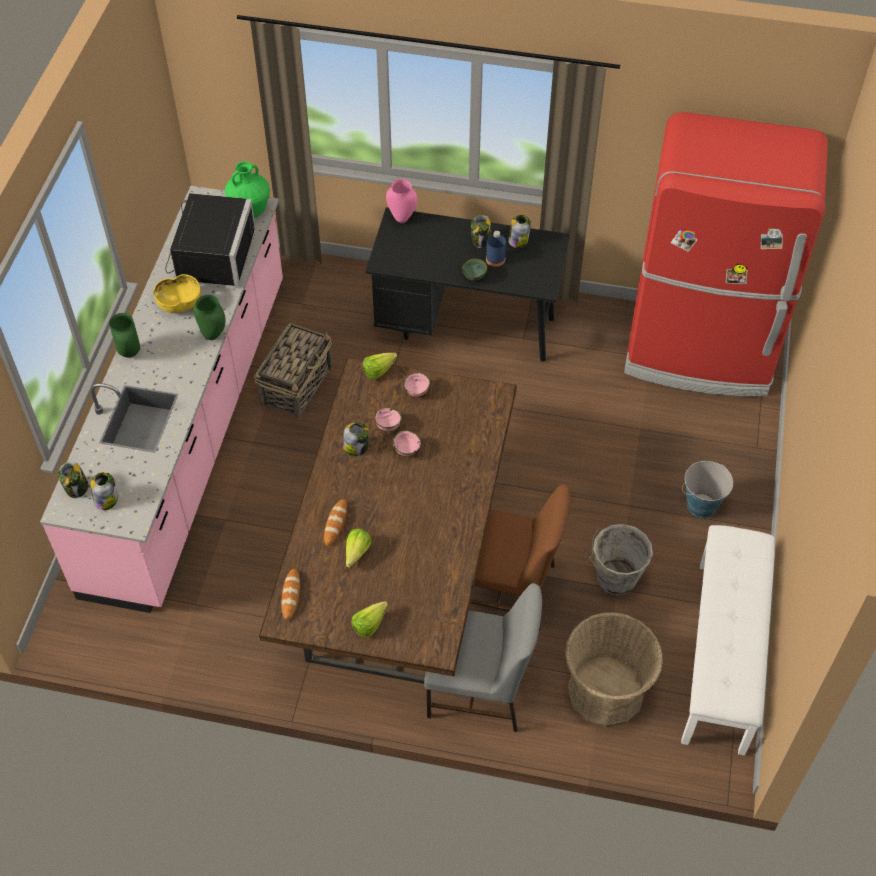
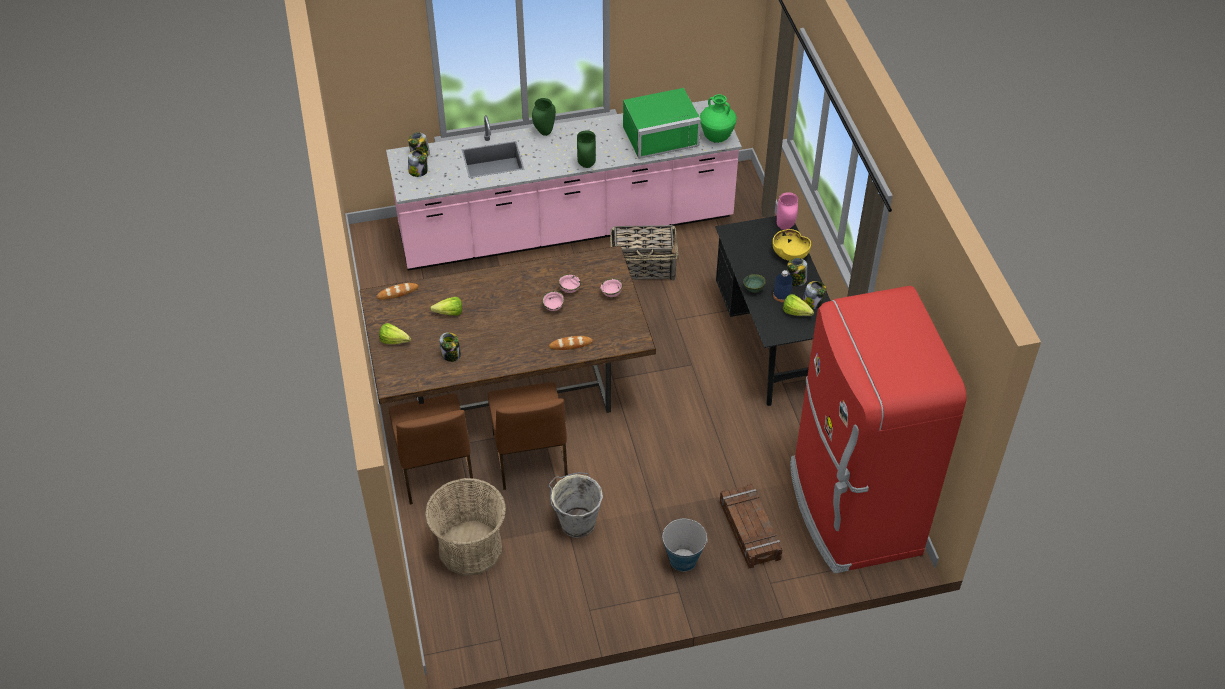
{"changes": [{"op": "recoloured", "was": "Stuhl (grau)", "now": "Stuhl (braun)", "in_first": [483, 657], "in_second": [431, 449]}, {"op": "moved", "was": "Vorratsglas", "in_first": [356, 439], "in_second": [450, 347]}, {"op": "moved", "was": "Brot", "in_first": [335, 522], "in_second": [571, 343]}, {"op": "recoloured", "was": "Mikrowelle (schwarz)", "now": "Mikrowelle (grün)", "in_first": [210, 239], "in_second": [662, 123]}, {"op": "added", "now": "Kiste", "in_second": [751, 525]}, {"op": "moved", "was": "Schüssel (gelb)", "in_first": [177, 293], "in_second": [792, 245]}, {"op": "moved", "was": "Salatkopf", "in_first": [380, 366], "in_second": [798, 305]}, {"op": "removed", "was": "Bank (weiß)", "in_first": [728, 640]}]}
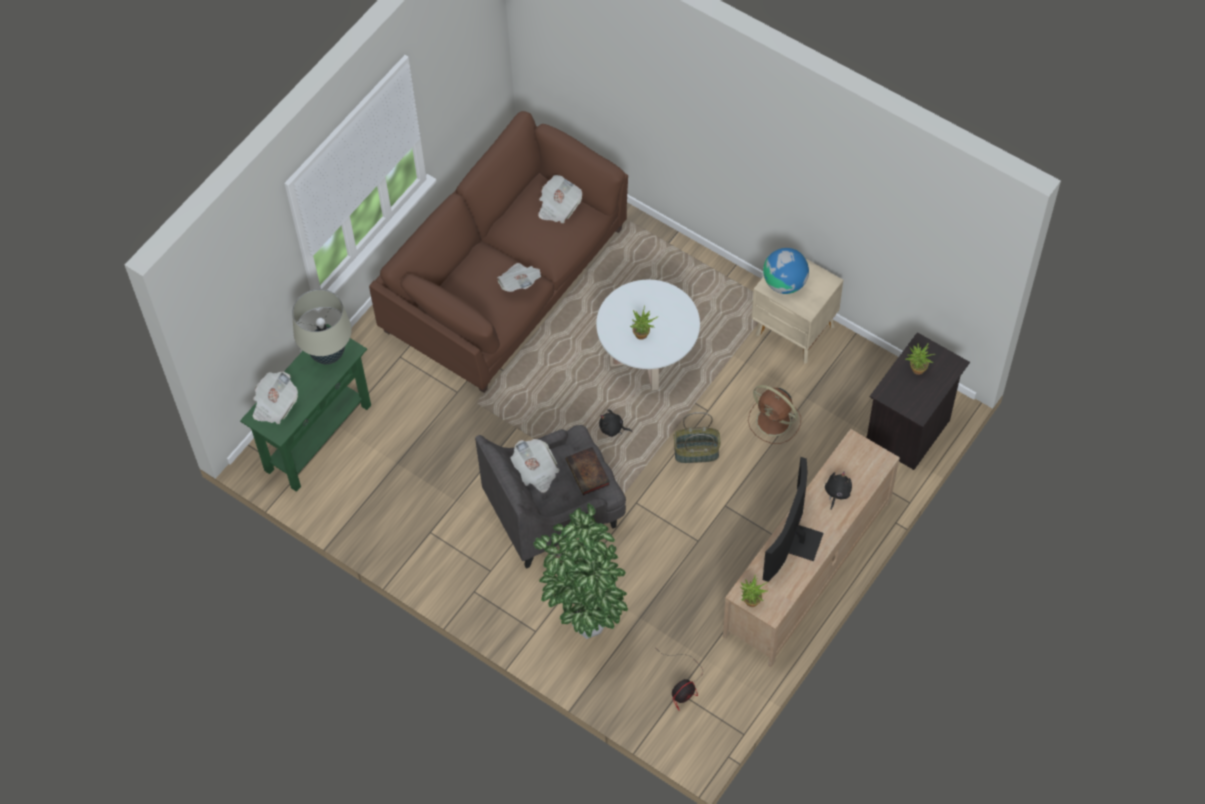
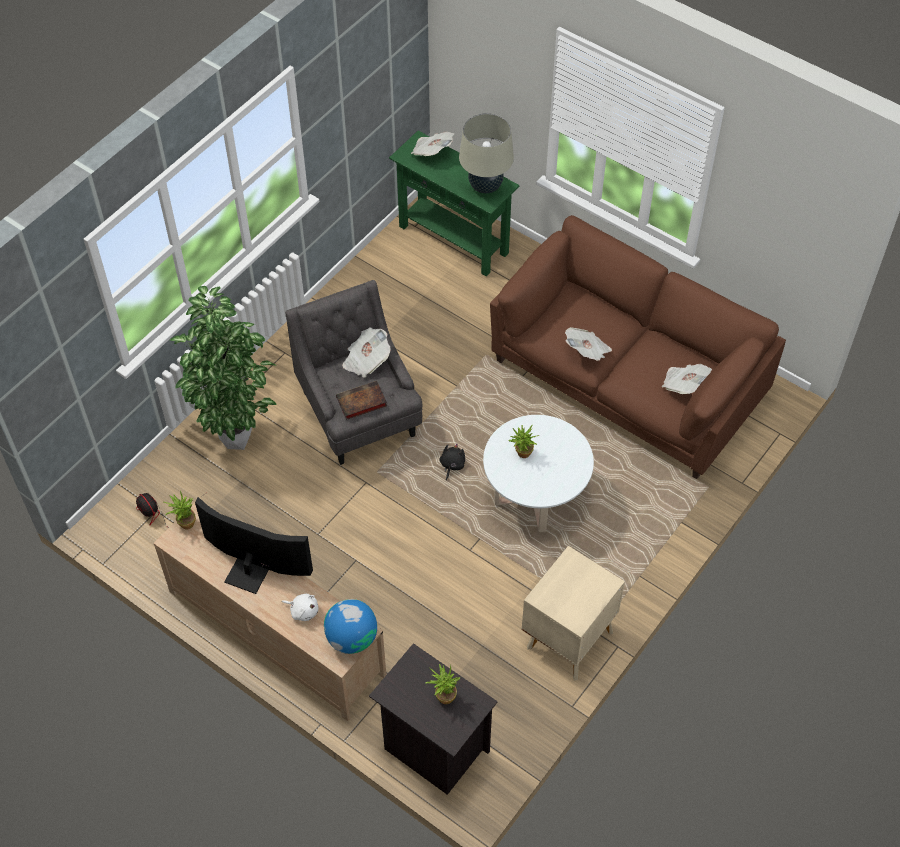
{"changes": [{"op": "recoloured", "was": "Plüschtier (schwarz)", "now": "Plüschtier (weiß)", "in_first": [838, 490], "in_second": [300, 607]}, {"op": "moved", "was": "Globus", "in_first": [786, 271], "in_second": [350, 626]}, {"op": "removed", "was": "Korb", "in_first": [697, 437]}, {"op": "removed", "was": "Ventilator (braun)", "in_first": [774, 414]}]}
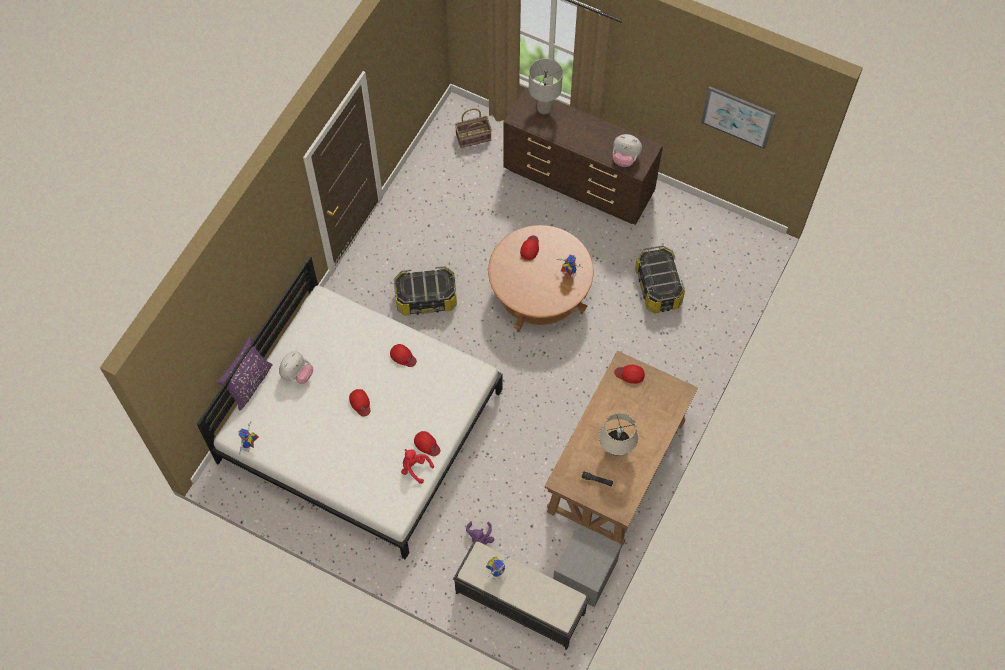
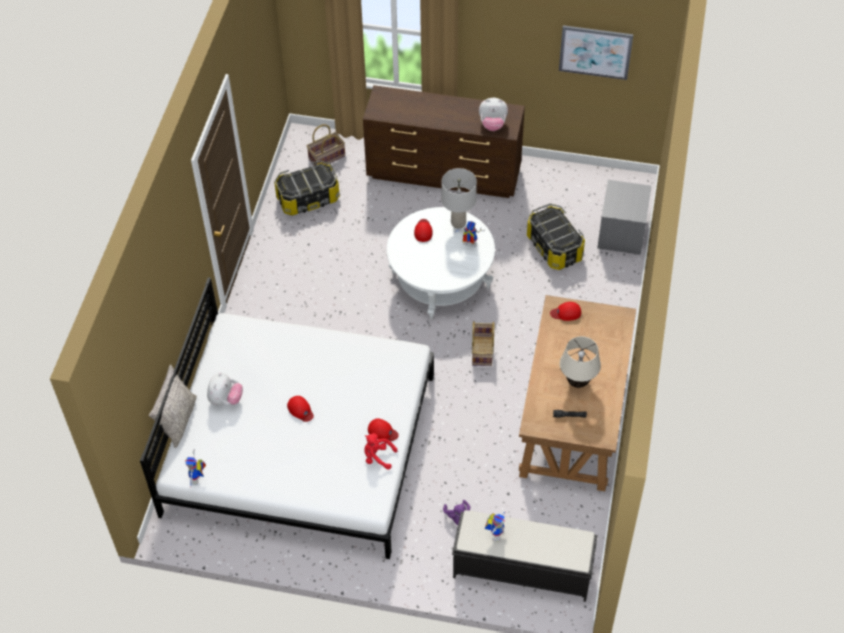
{"changes": [{"op": "recoloured", "was": "Kissen (lila)", "now": "Kissen (grau)", "in_first": [244, 373], "in_second": [173, 406]}, {"op": "moved", "was": "Aufbewahrungsbox", "in_first": [425, 291], "in_second": [307, 188]}, {"op": "recoloured", "was": "Couchtisch (braun)", "now": "Couchtisch (weiß)", "in_first": [541, 278], "in_second": [441, 263]}, {"op": "moved", "was": "Tischlampe (grau)", "in_first": [546, 86], "in_second": [459, 198]}, {"op": "added", "now": "Korb", "in_second": [483, 343]}, {"op": "moved", "was": "Nachttisch (grau)", "in_first": [587, 565], "in_second": [624, 217]}, {"op": "removed", "was": "Kappe (rot)", "in_first": [403, 355]}]}
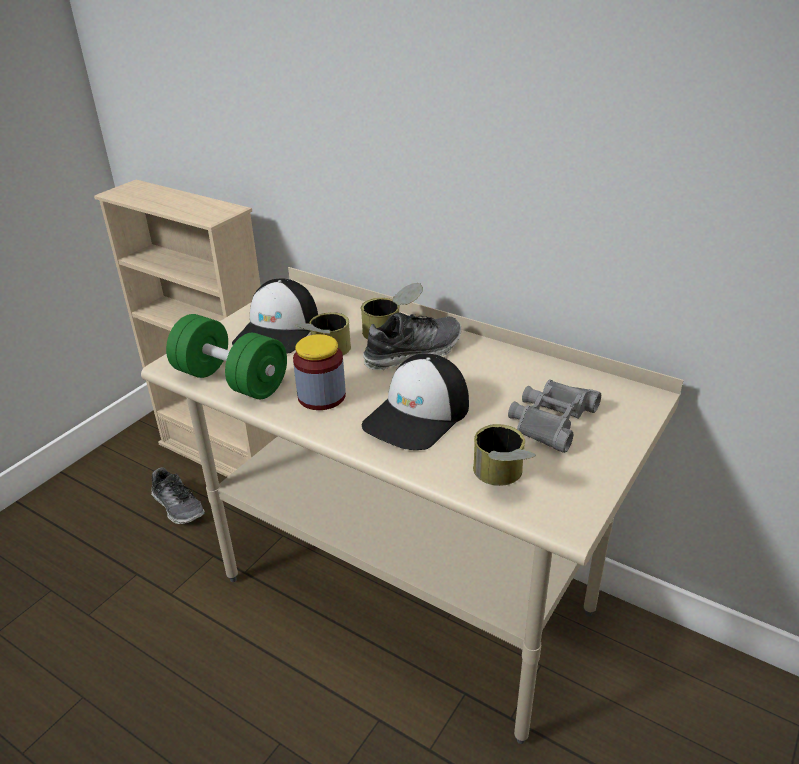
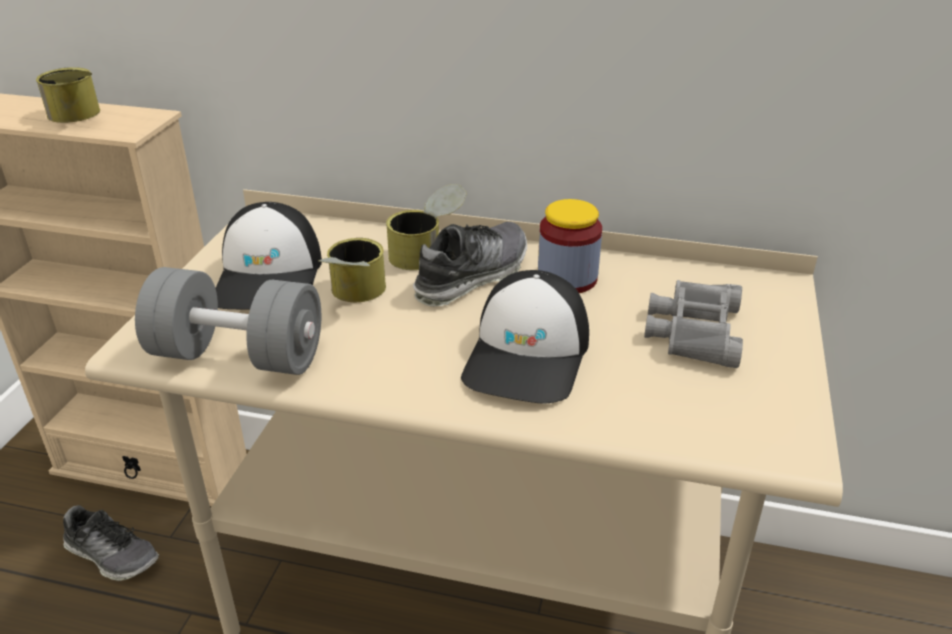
{"changes": [{"op": "moved", "was": "Dose", "in_first": [504, 455], "in_second": [68, 95]}, {"op": "recoloured", "was": "Hantel (grün)", "now": "Hantel (grau)", "in_first": [226, 356], "in_second": [228, 321]}, {"op": "moved", "was": "Vorratsglas", "in_first": [319, 372], "in_second": [570, 246]}]}
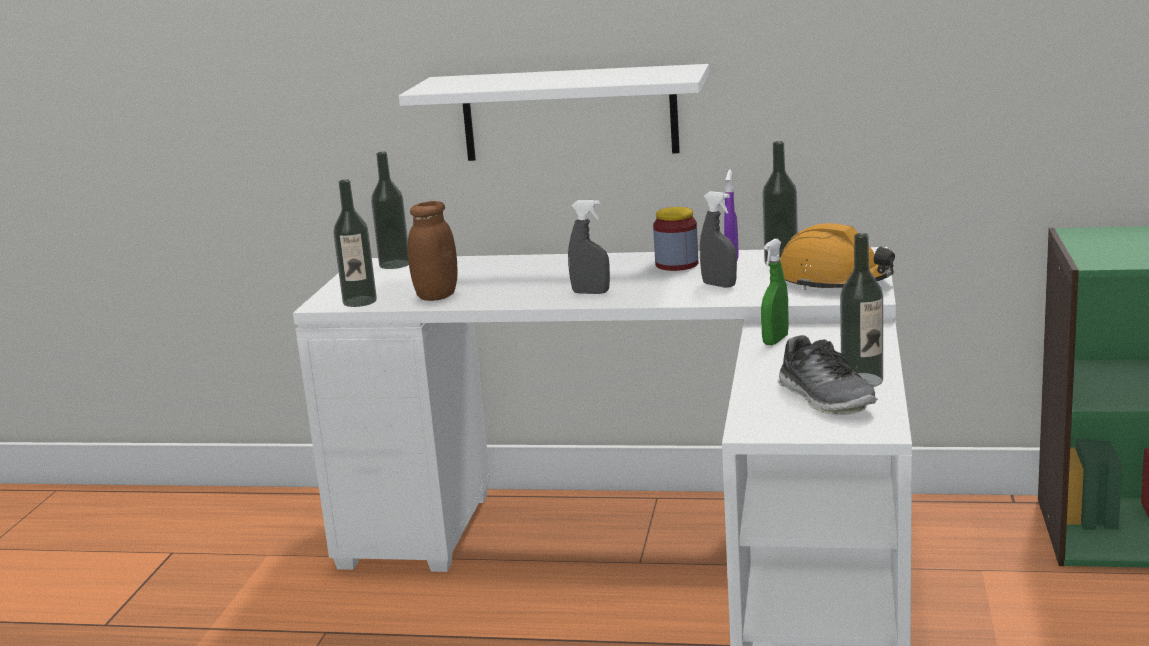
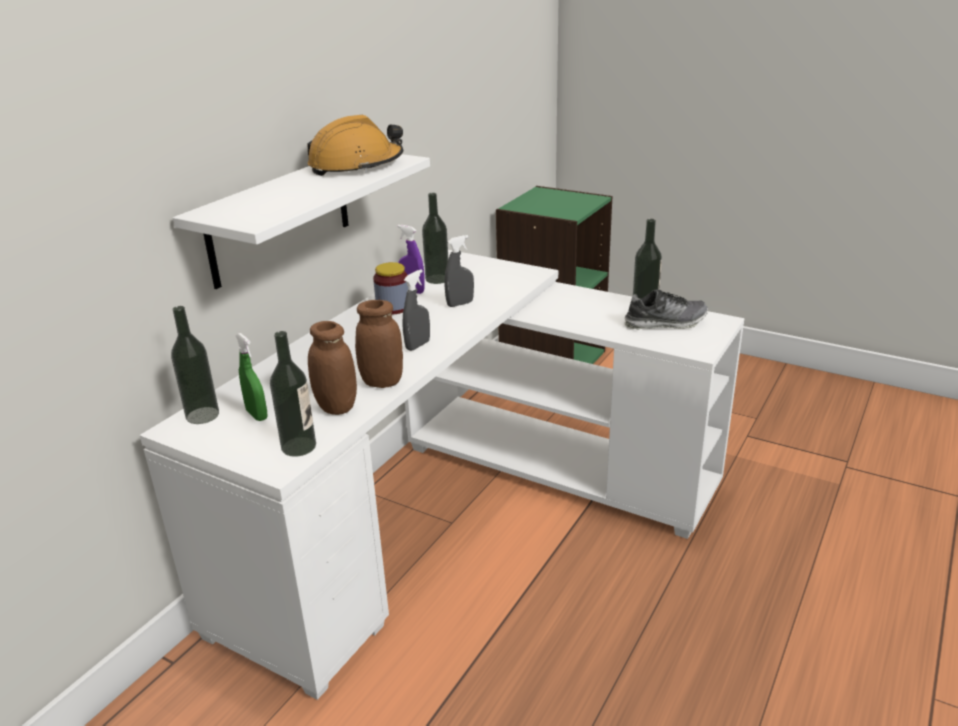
{"changes": [{"op": "moved", "was": "Sprühflasche (grün)", "in_first": [775, 292], "in_second": [251, 377]}, {"op": "moved", "was": "Schutzhelm (orange)", "in_first": [837, 256], "in_second": [355, 145]}, {"op": "added", "now": "Vorratsglas (braun)", "in_second": [379, 344]}]}
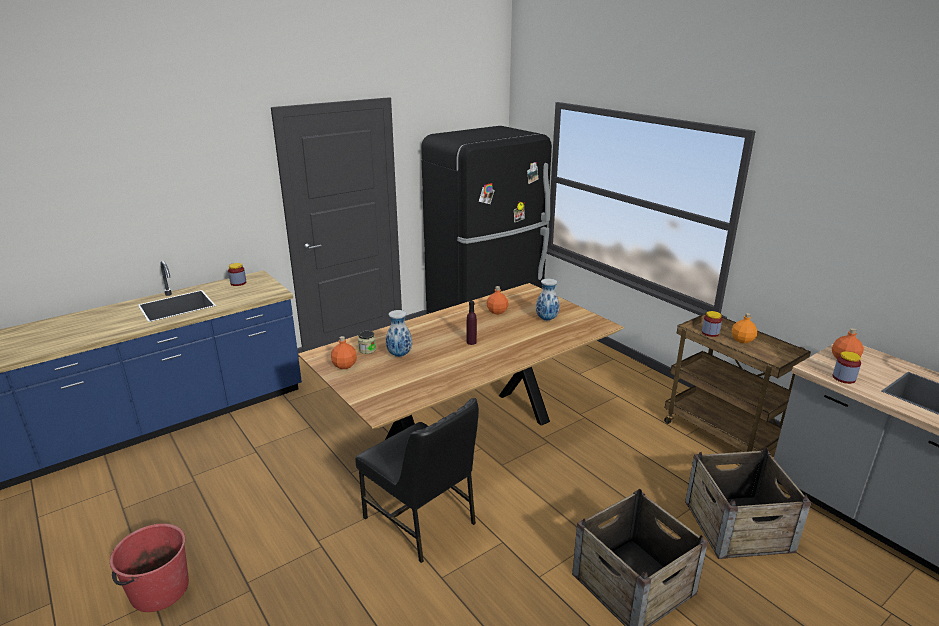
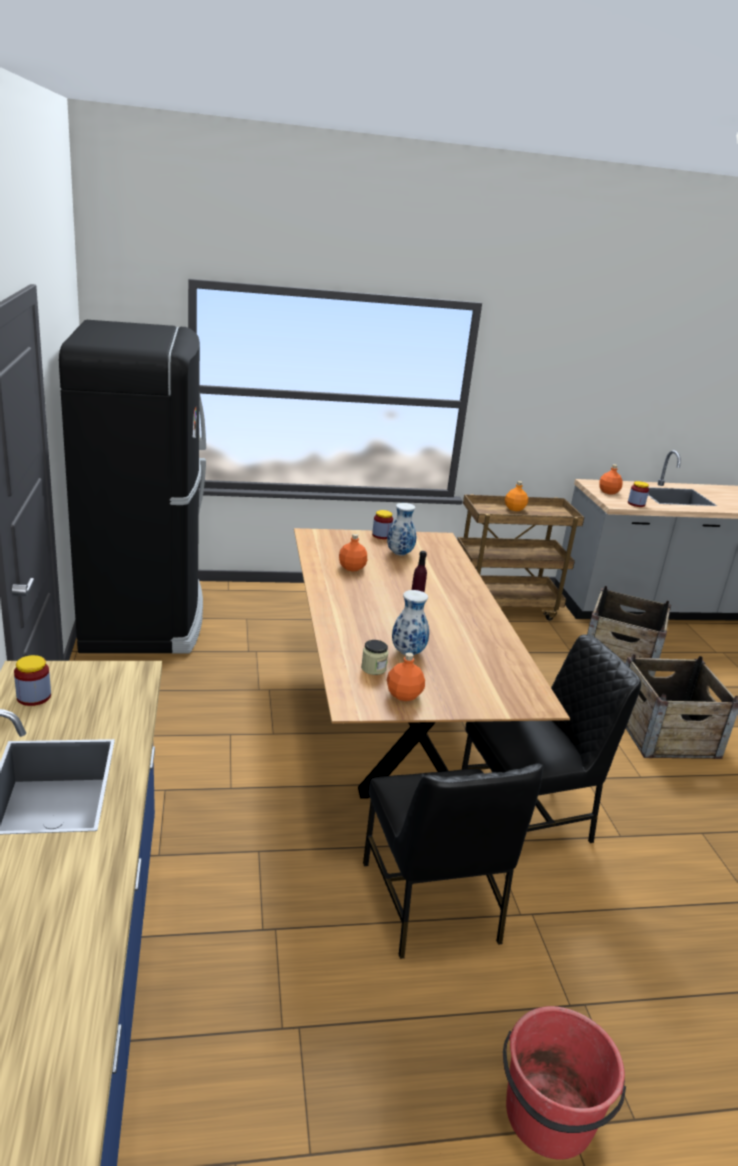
{"changes": [{"op": "added", "now": "Stuhl (schwarz)", "in_second": [453, 861]}, {"op": "moved", "was": "Vorratsglas", "in_first": [712, 324], "in_second": [382, 524]}]}
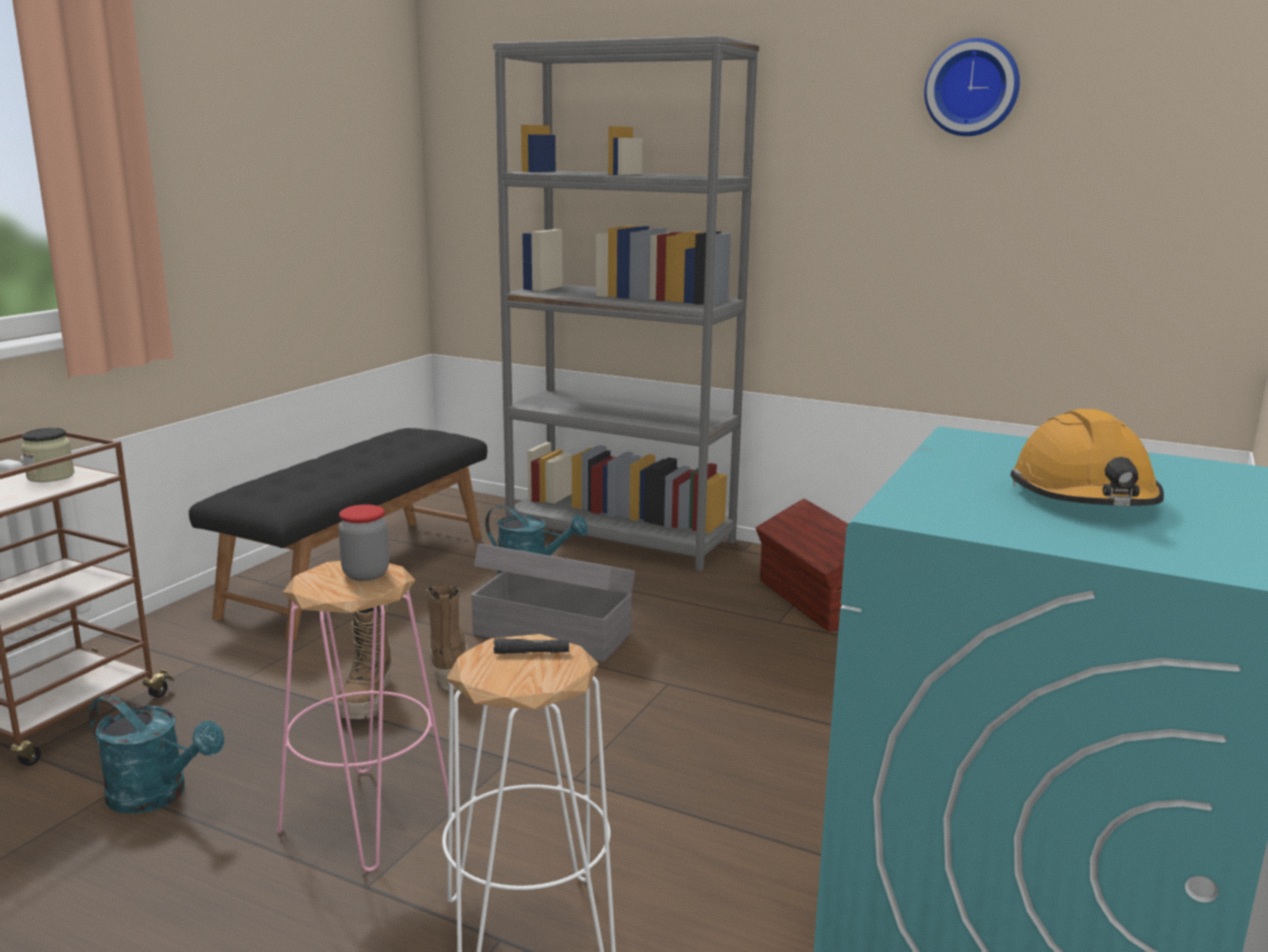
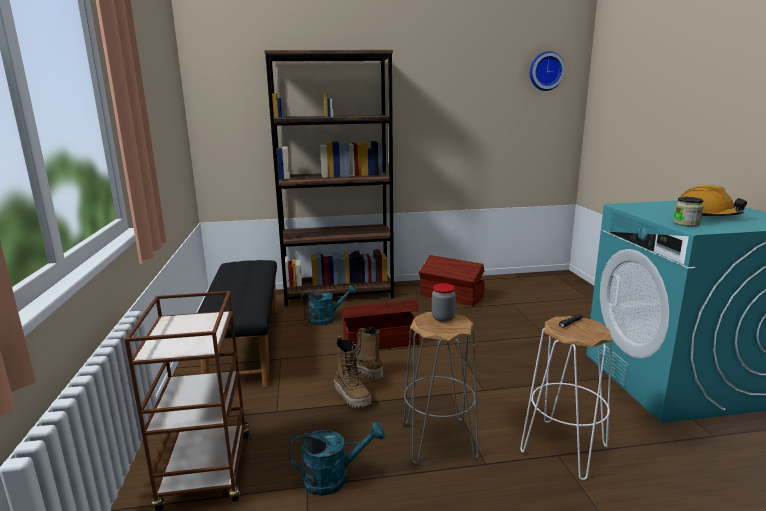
{"changes": [{"op": "recoloured", "was": "Bücherregal (grau)", "now": "Bücherregal (braun)", "in_first": [626, 304], "in_second": [329, 178]}, {"op": "recoloured", "was": "Aufbewahrungsbox (grau)", "now": "Aufbewahrungsbox (braun)", "in_first": [553, 603], "in_second": [380, 324]}, {"op": "recoloured", "was": "Hocker (rosa)", "now": "Hocker (grau)", "in_first": [365, 716], "in_second": [441, 388]}, {"op": "moved", "was": "Wanduhr", "in_first": [972, 87], "in_second": [547, 71]}, {"op": "moved", "was": "Vorratsglas", "in_first": [48, 455], "in_second": [688, 211]}]}
